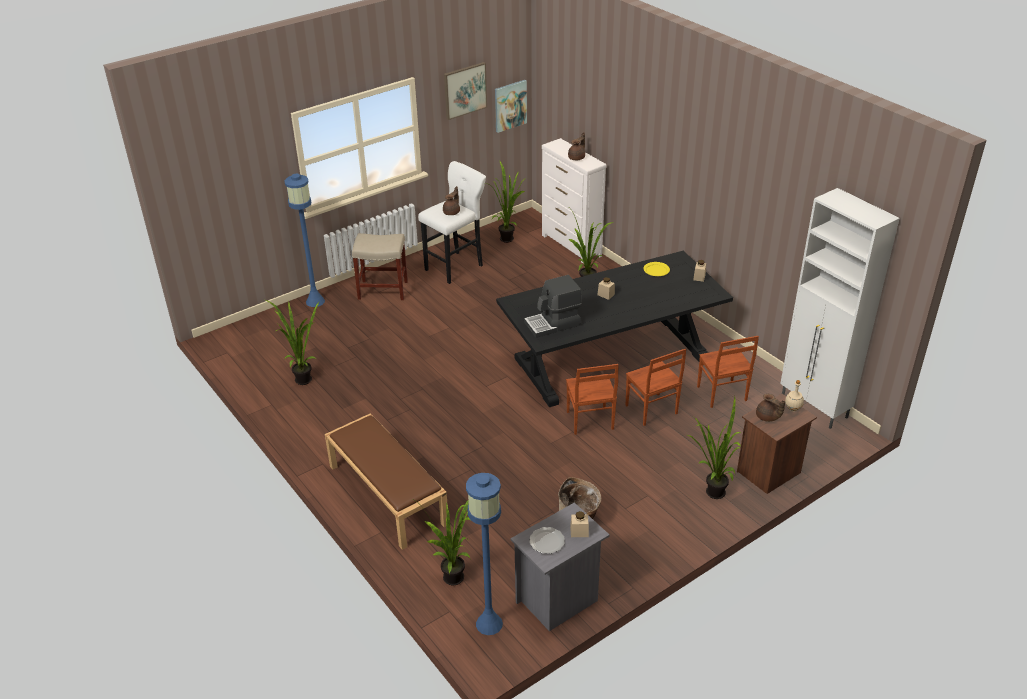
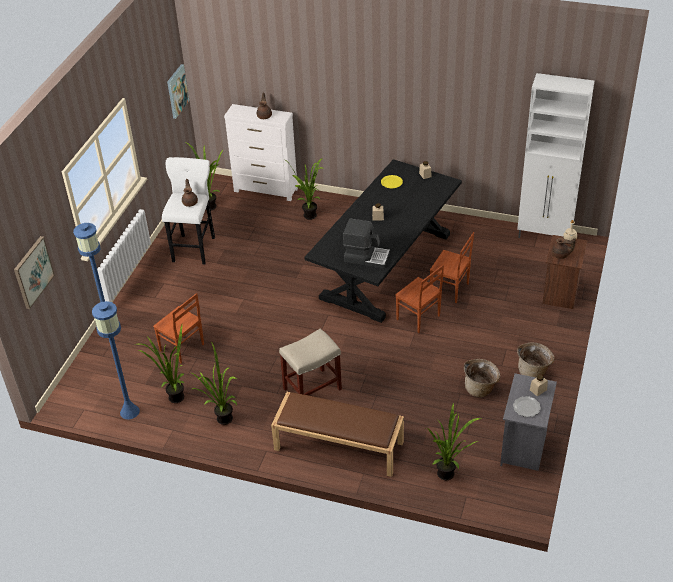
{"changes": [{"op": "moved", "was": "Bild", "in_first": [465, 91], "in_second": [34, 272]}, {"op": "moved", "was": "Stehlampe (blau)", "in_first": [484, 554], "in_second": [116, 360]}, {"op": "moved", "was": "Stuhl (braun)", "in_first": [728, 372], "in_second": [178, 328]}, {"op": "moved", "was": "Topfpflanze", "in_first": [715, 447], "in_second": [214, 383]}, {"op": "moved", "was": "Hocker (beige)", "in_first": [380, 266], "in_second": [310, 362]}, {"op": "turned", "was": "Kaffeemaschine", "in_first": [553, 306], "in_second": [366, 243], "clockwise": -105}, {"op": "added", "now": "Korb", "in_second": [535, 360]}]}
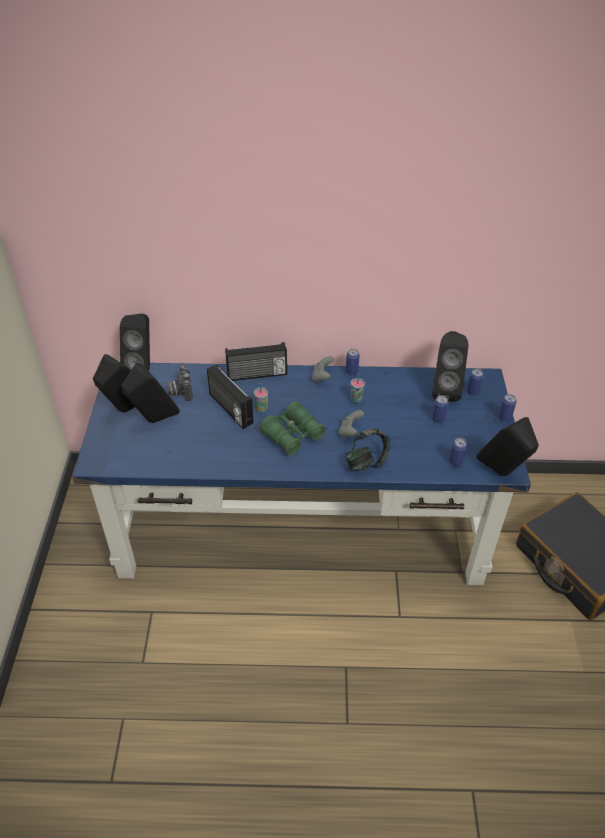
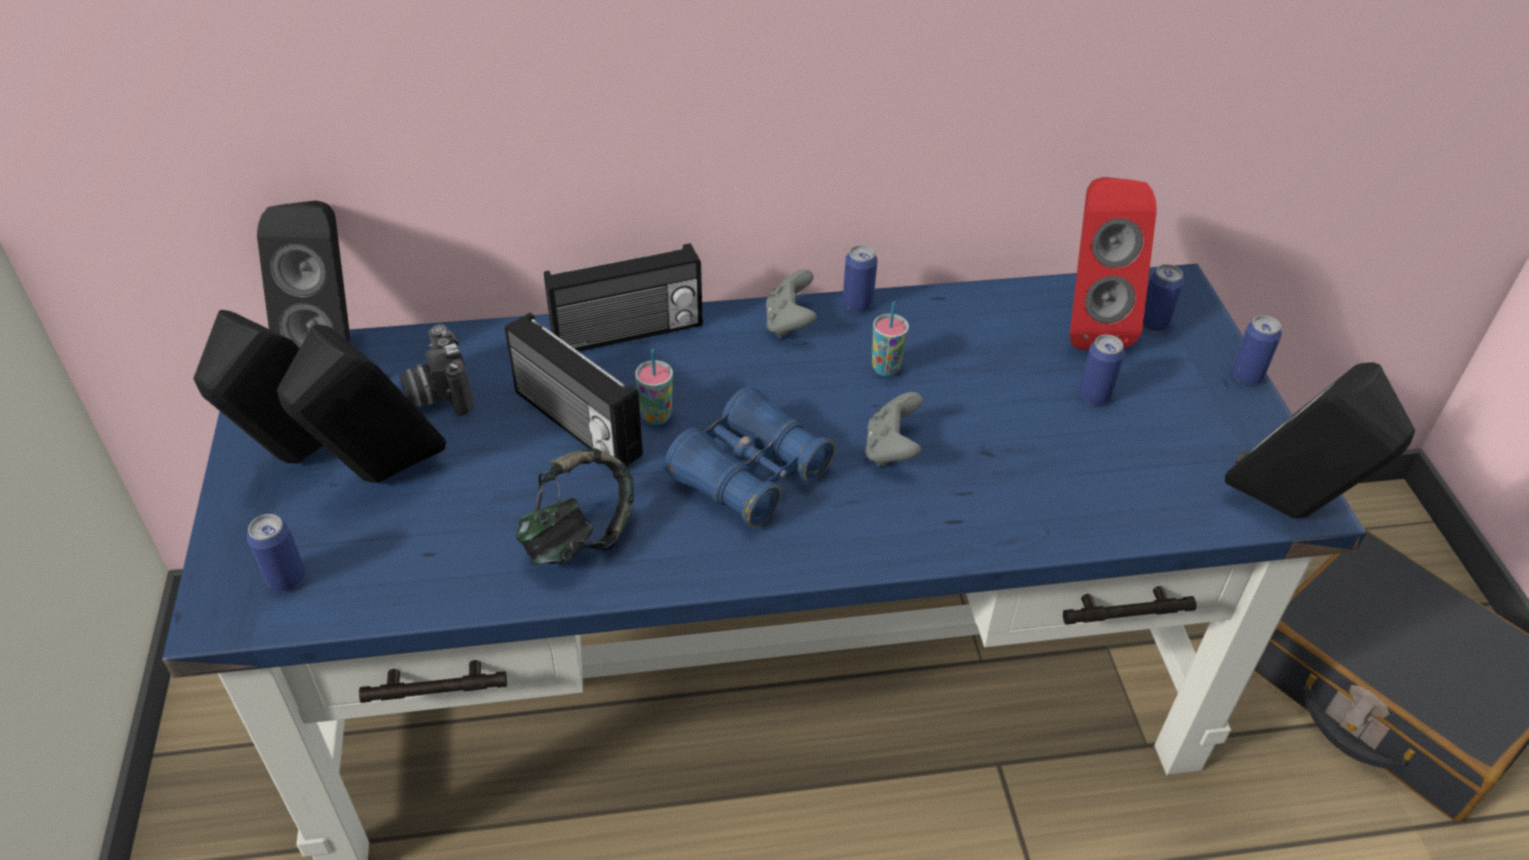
{"changes": [{"op": "moved", "was": "Dose", "in_first": [458, 452], "in_second": [276, 552]}, {"op": "moved", "was": "Kopfhörer", "in_first": [368, 450], "in_second": [575, 506]}, {"op": "recoloured", "was": "Fernglas (grün)", "now": "Fernglas (blau)", "in_first": [292, 428], "in_second": [749, 457]}, {"op": "recoloured", "was": "Lautsprecher (schwarz)", "now": "Lautsprecher (rot)", "in_first": [450, 366], "in_second": [1113, 263]}]}
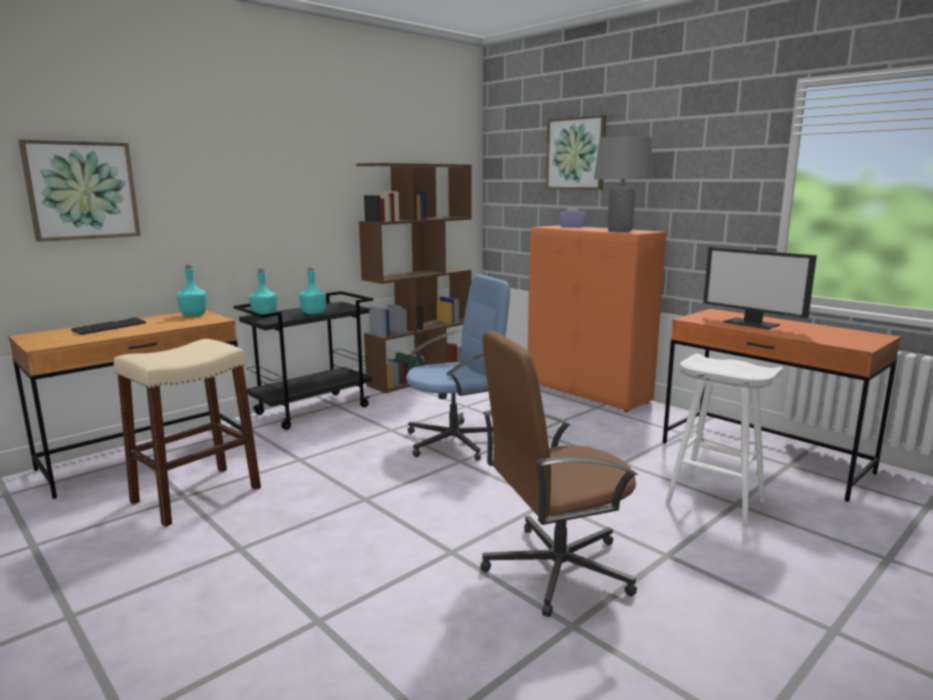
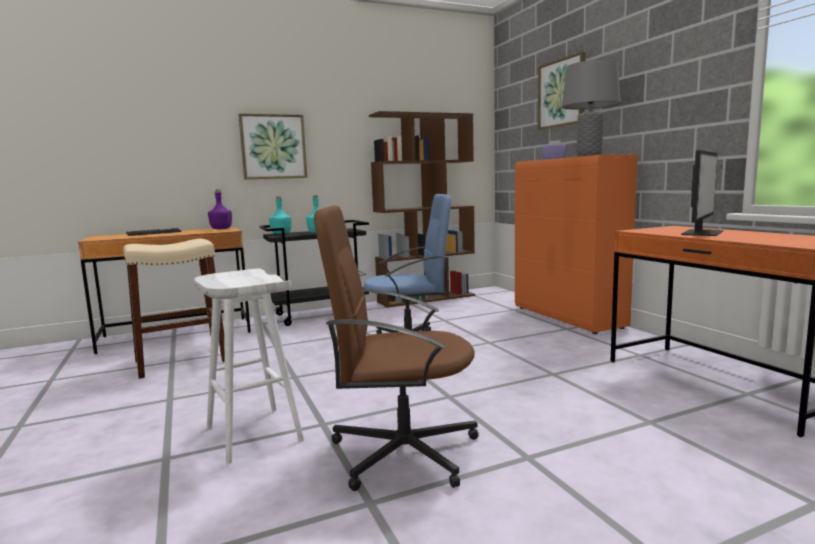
{"changes": [{"op": "moved", "was": "Hocker (weiß)", "in_first": [724, 440], "in_second": [249, 366]}, {"op": "recoloured", "was": "Flasche (türkis)", "now": "Flasche (lila)", "in_first": [192, 290], "in_second": [220, 209]}, {"op": "moved", "was": "Bild", "in_first": [79, 190], "in_second": [273, 146]}, {"op": "turned", "was": "Monitor", "in_first": [760, 288], "in_second": [702, 193], "clockwise": -120}]}
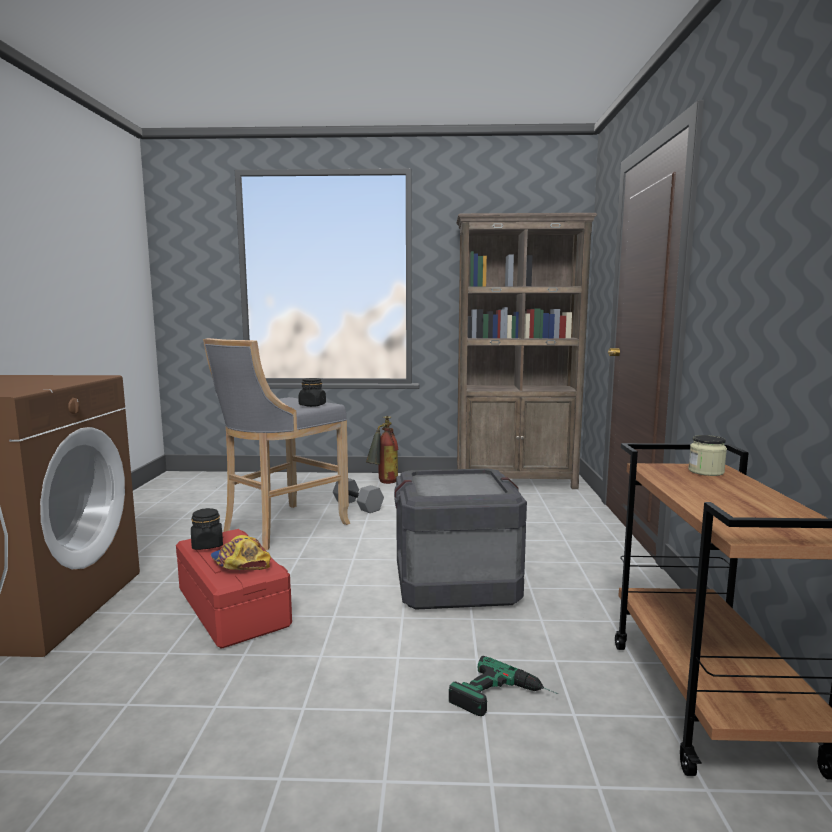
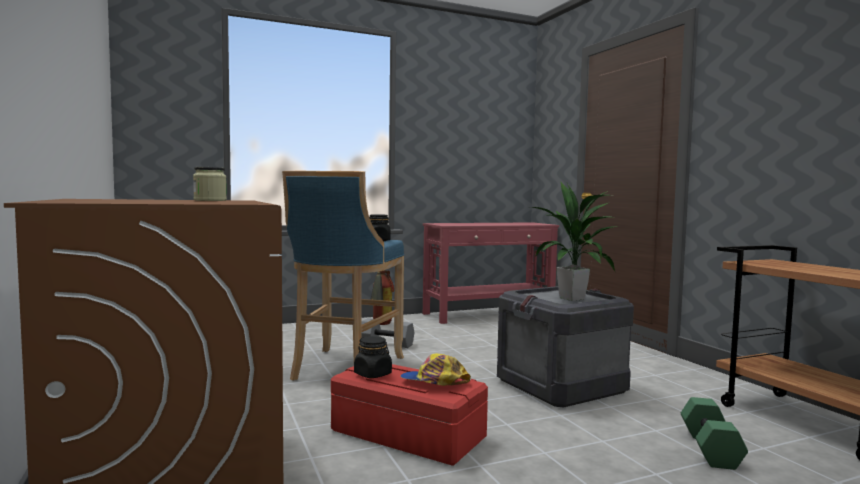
{"changes": [{"op": "moved", "was": "Vorratsglas", "in_first": [707, 455], "in_second": [210, 184]}, {"op": "recoloured", "was": "Hocker (grau)", "now": "Hocker (blau)", "in_first": [276, 444], "in_second": [343, 276]}, {"op": "replaced", "was": "Bücherregal (braun)", "now": "Konsolentisch (rot)", "in_first": [526, 351], "in_second": [491, 273]}, {"op": "added", "now": "Topfpflanze", "in_second": [574, 241]}, {"op": "replaced", "was": "Bohrmaschine", "now": "Hantel (grün)", "in_first": [503, 686], "in_second": [714, 433]}]}
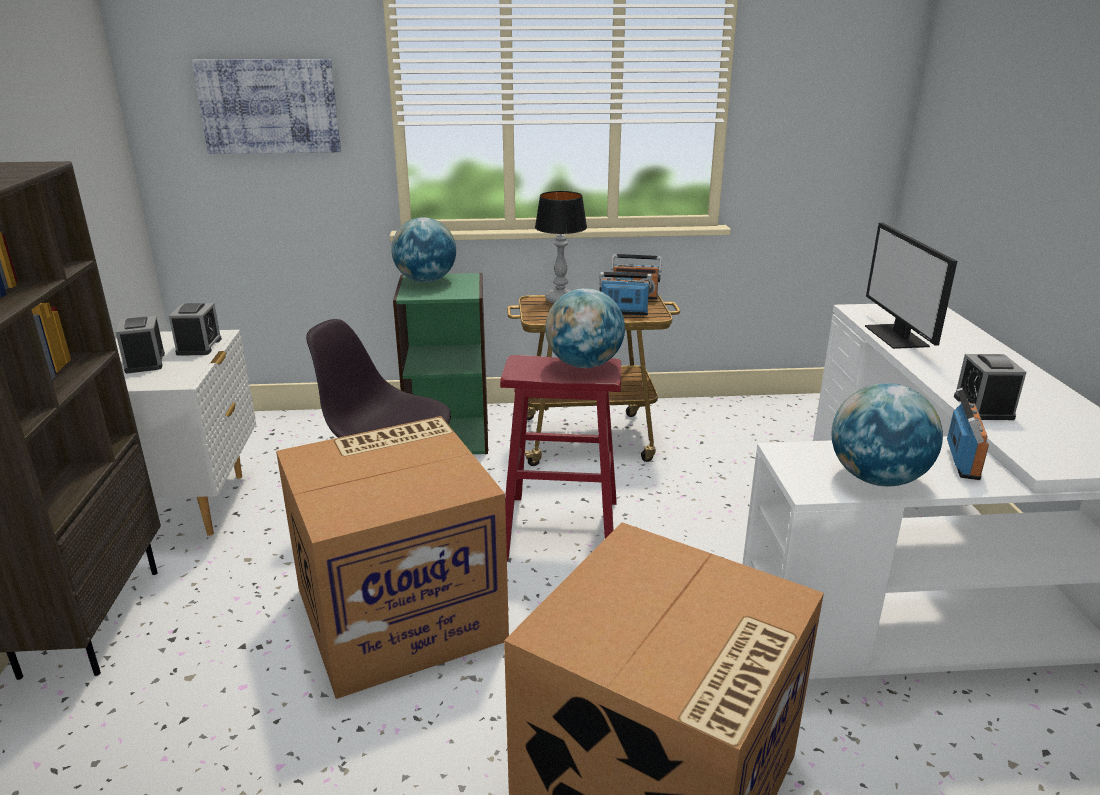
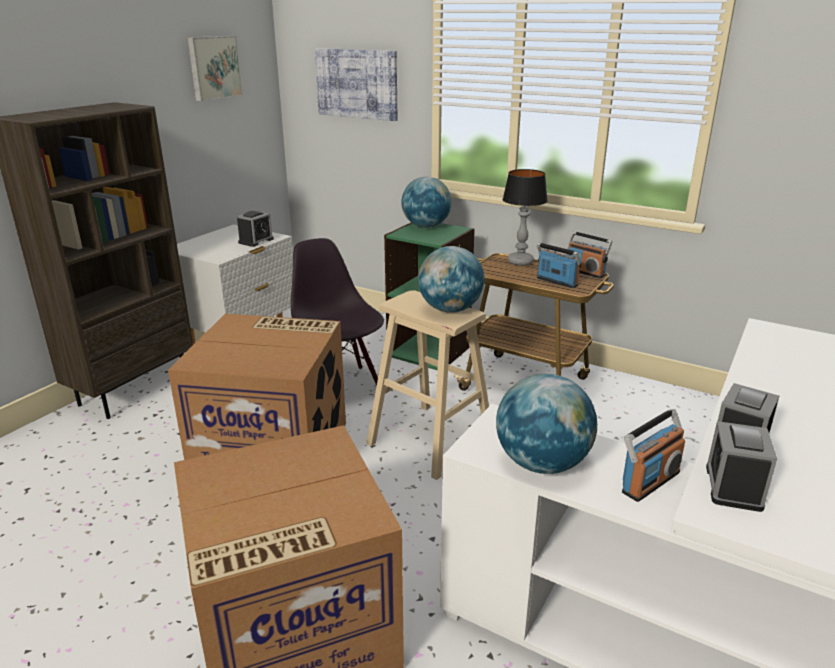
{"changes": [{"op": "added", "now": "Bild", "in_second": [215, 68]}, {"op": "recoloured", "was": "Hocker (rot)", "now": "Hocker (beige)", "in_first": [560, 458], "in_second": [427, 385]}, {"op": "moved", "was": "Wecker", "in_first": [140, 344], "in_second": [741, 466]}, {"op": "removed", "was": "Monitor", "in_first": [911, 286]}]}
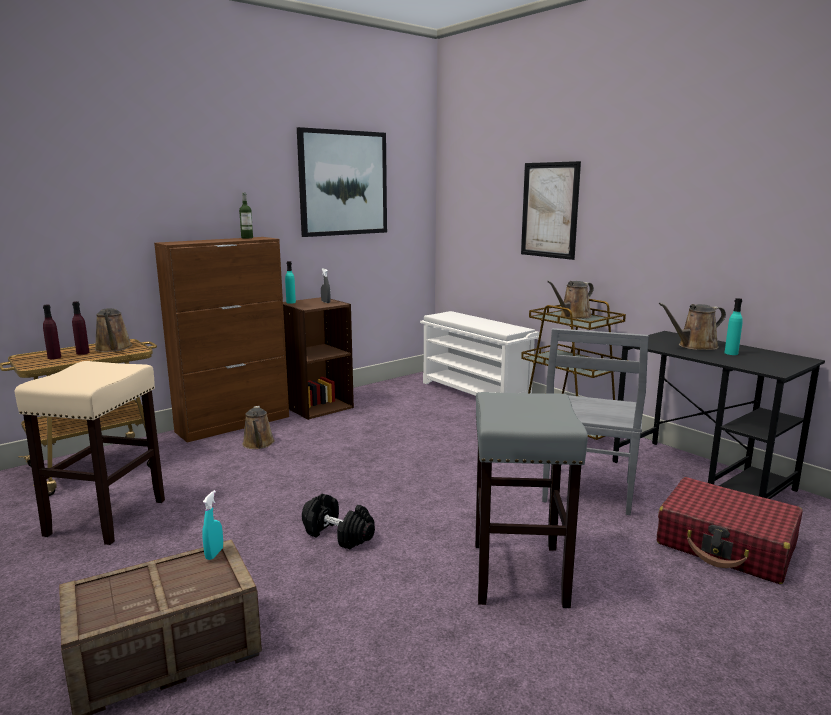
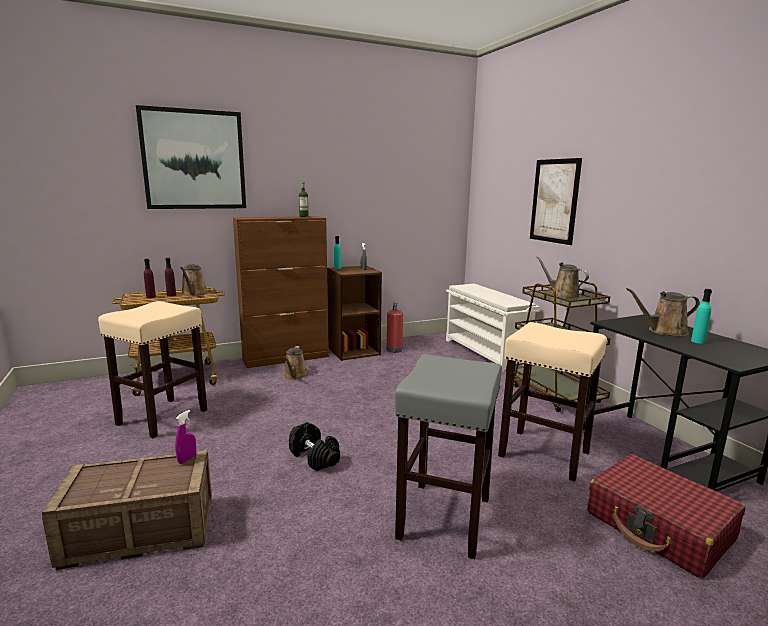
{"changes": [{"op": "moved", "was": "Bild", "in_first": [342, 182], "in_second": [191, 157]}, {"op": "recoloured", "was": "Sprühflasche (türkis)", "now": "Sprühflasche (lila)", "in_first": [212, 525], "in_second": [185, 437]}, {"op": "added", "now": "Feuerlöscher", "in_second": [394, 327]}, {"op": "replaced", "was": "Stuhl (grau)", "now": "Hocker (beige)", "in_first": [595, 421], "in_second": [552, 402]}, {"op": "turned", "was": "Gießkanne (braun)", "in_first": [570, 300], "in_second": [562, 277], "clockwise": 75}]}
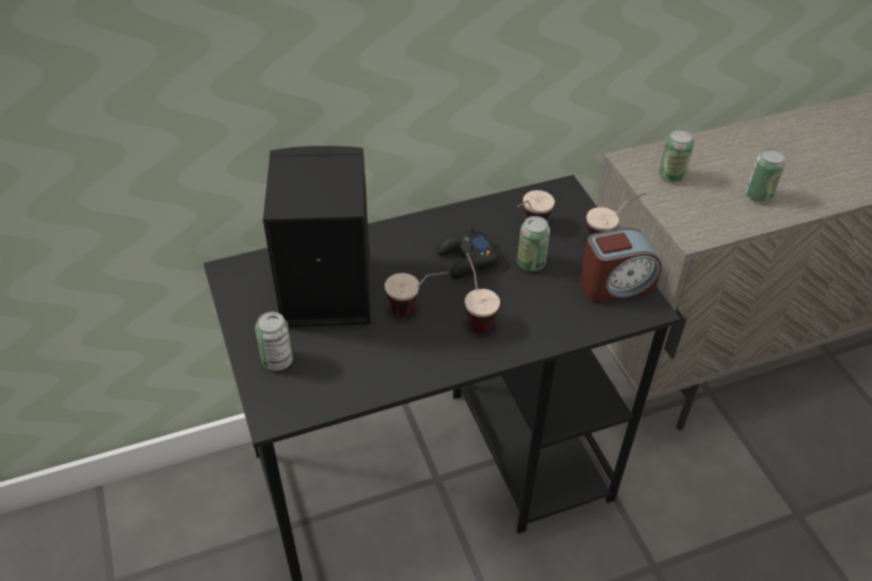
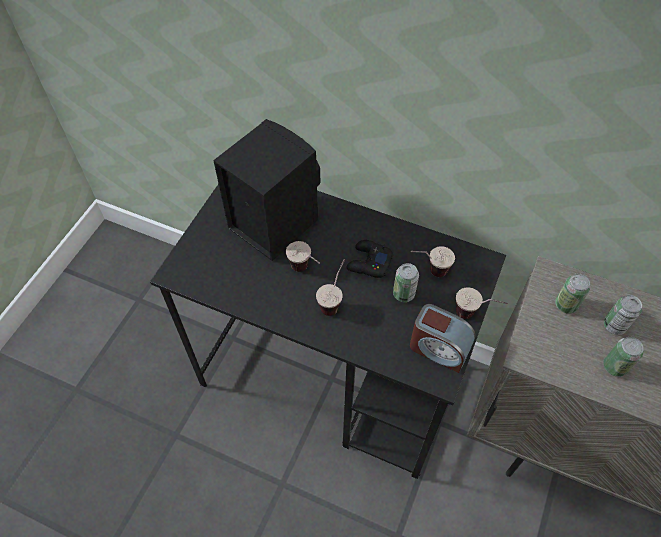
{"changes": [{"op": "moved", "was": "Dose", "in_first": [274, 341], "in_second": [623, 315]}]}
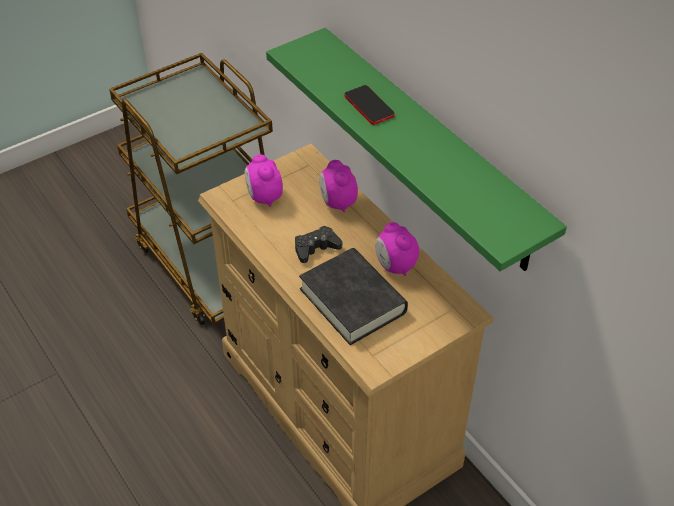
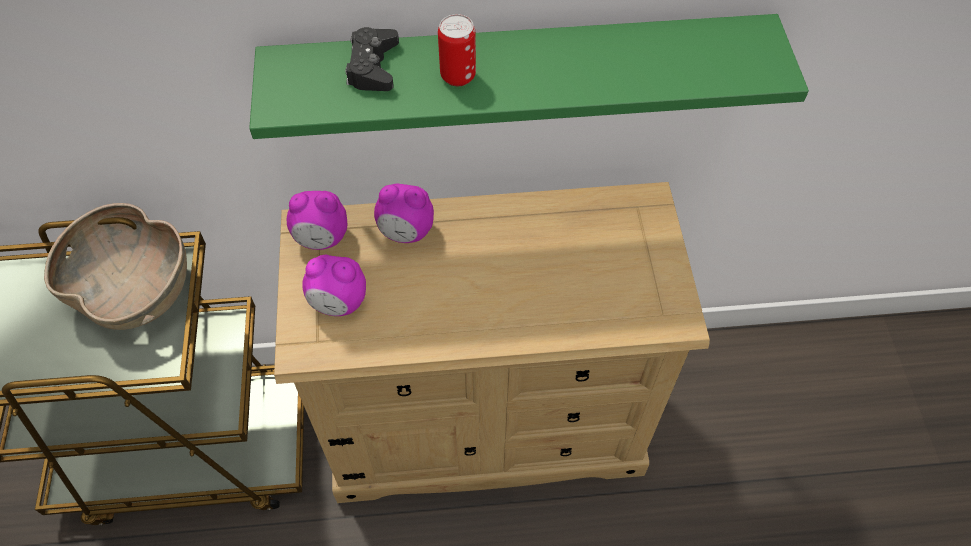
{"changes": [{"op": "added", "now": "Schüssel (braun)", "in_second": [115, 266]}, {"op": "moved", "was": "Wecker", "in_first": [397, 249], "in_second": [317, 220]}, {"op": "moved", "was": "Gamepad (schwarz)", "in_first": [318, 244], "in_second": [372, 59]}, {"op": "replaced", "was": "Handy", "now": "Dose", "in_first": [369, 105], "in_second": [457, 50]}, {"op": "removed", "was": "Buch (schwarz)", "in_first": [353, 296]}]}
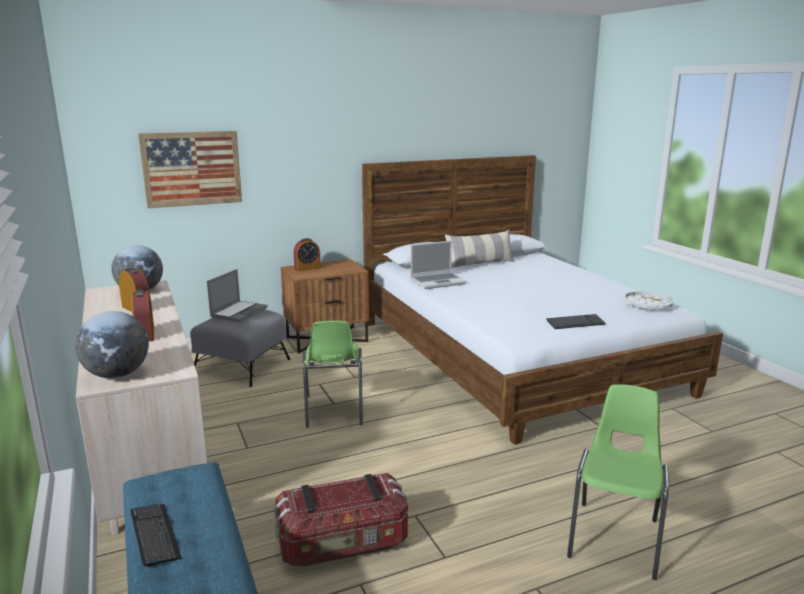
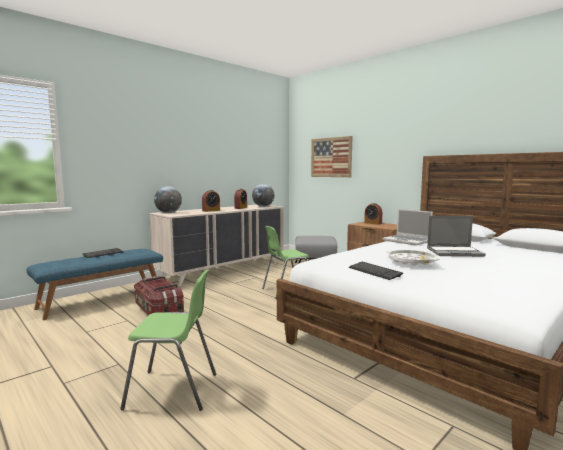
{"changes": [{"op": "moved", "was": "Tablett (weiß)", "in_first": [649, 301], "in_second": [413, 258]}, {"op": "moved", "was": "Laptop", "in_first": [237, 295], "in_second": [456, 236]}, {"op": "removed", "was": "Kissen", "in_first": [479, 249]}]}
